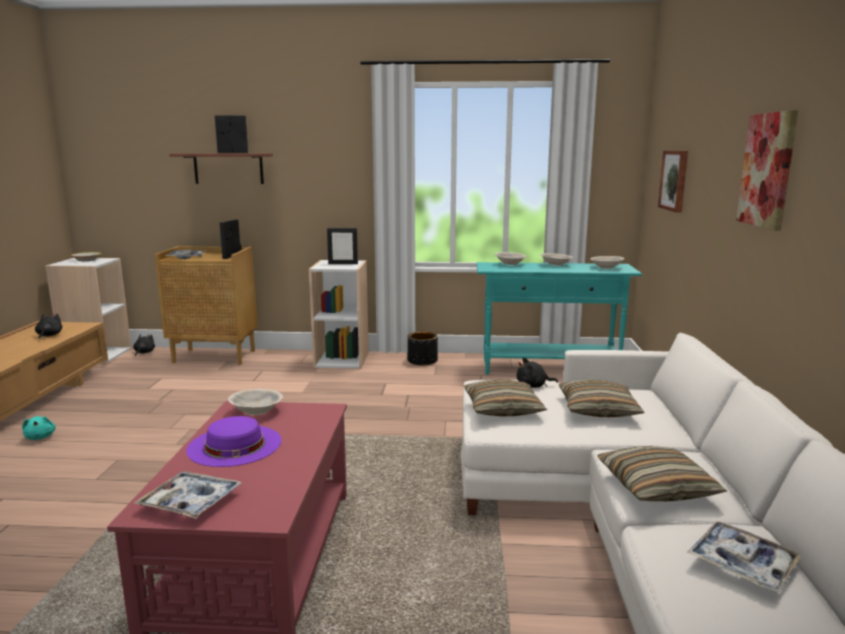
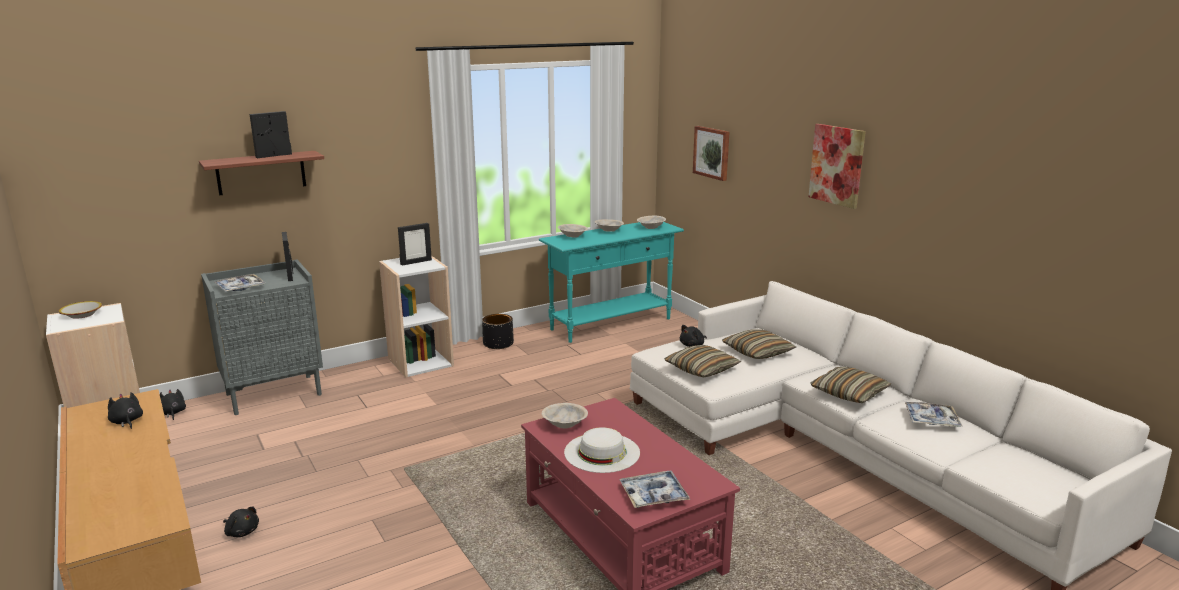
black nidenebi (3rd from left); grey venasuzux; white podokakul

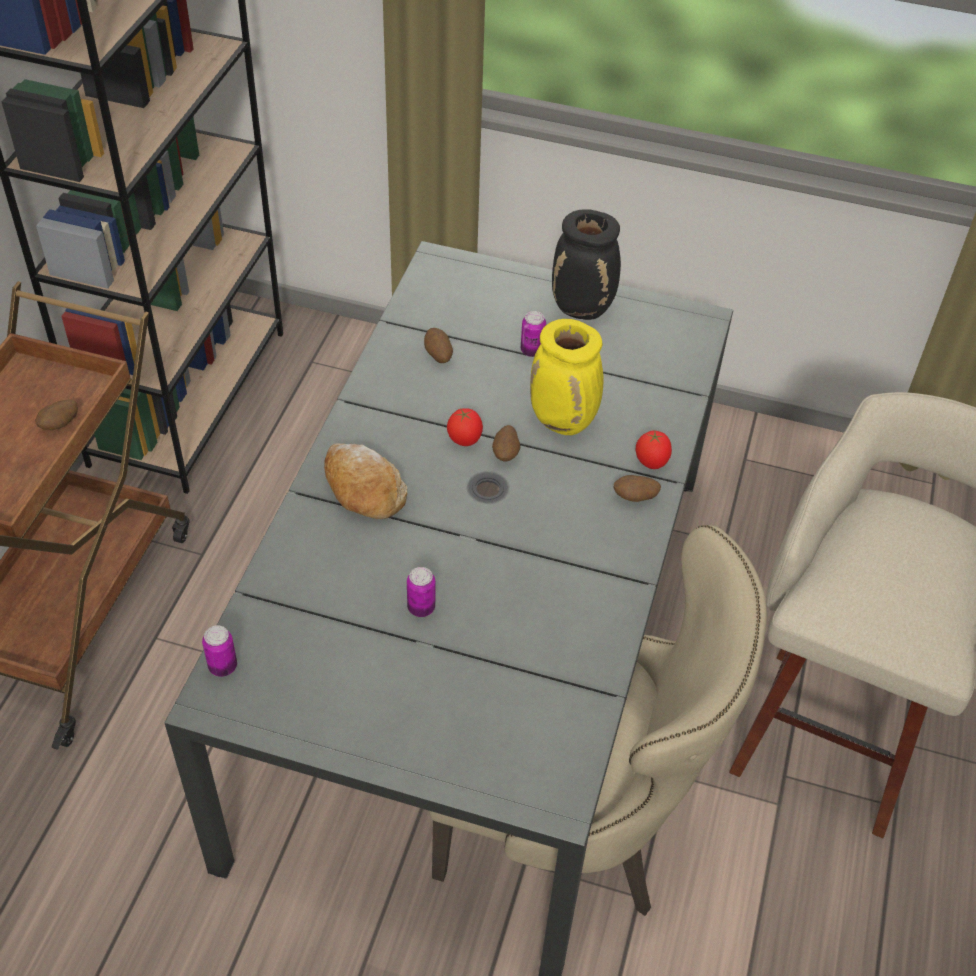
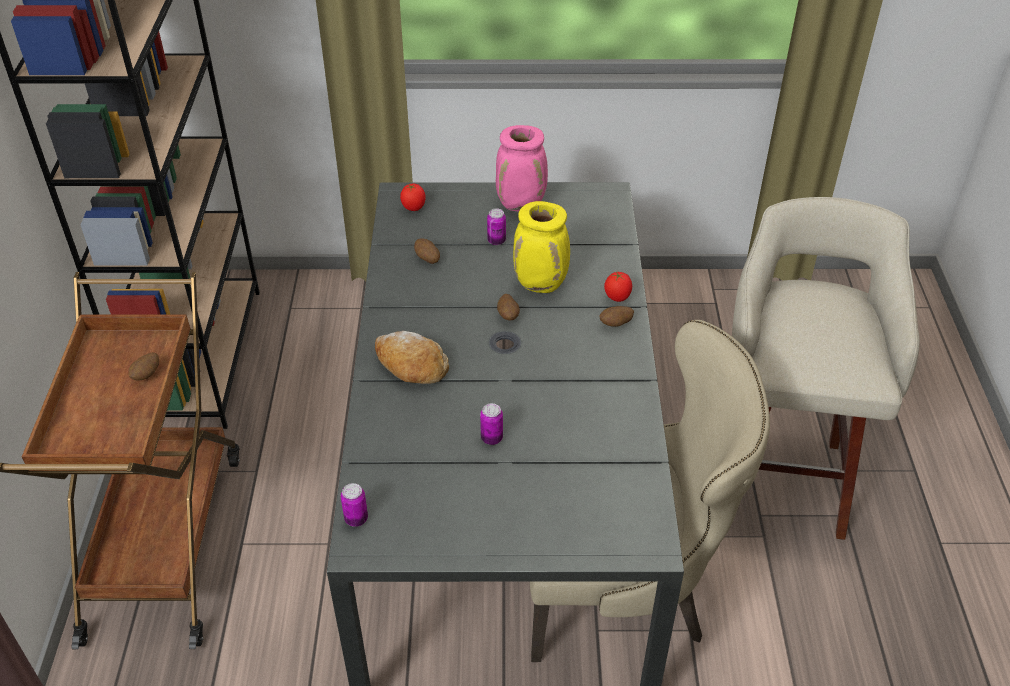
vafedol (1st from left); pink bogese

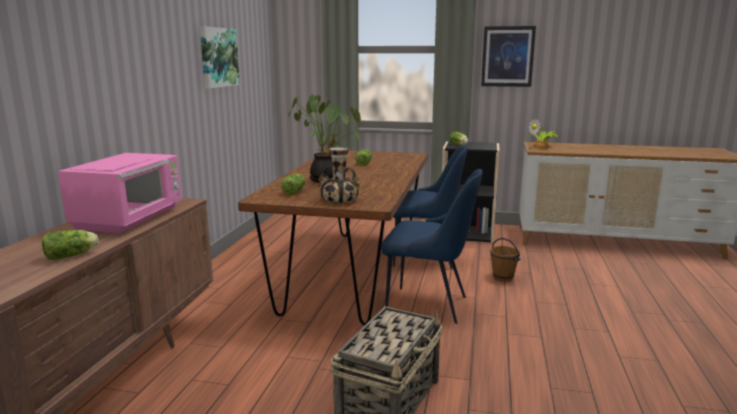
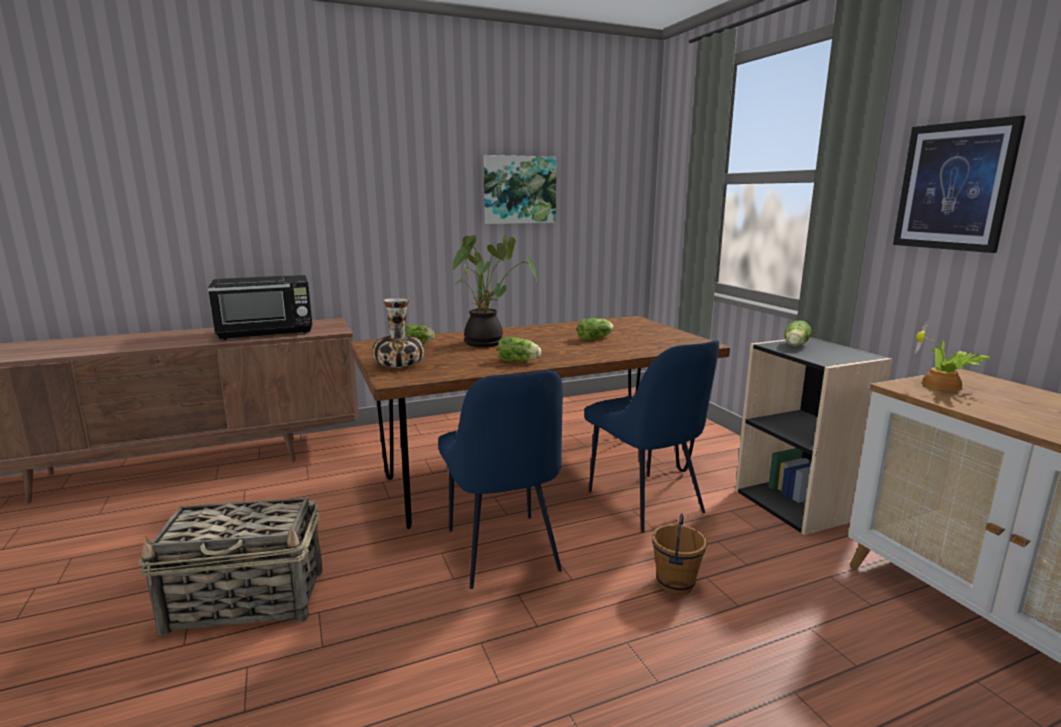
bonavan (2nd from left); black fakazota

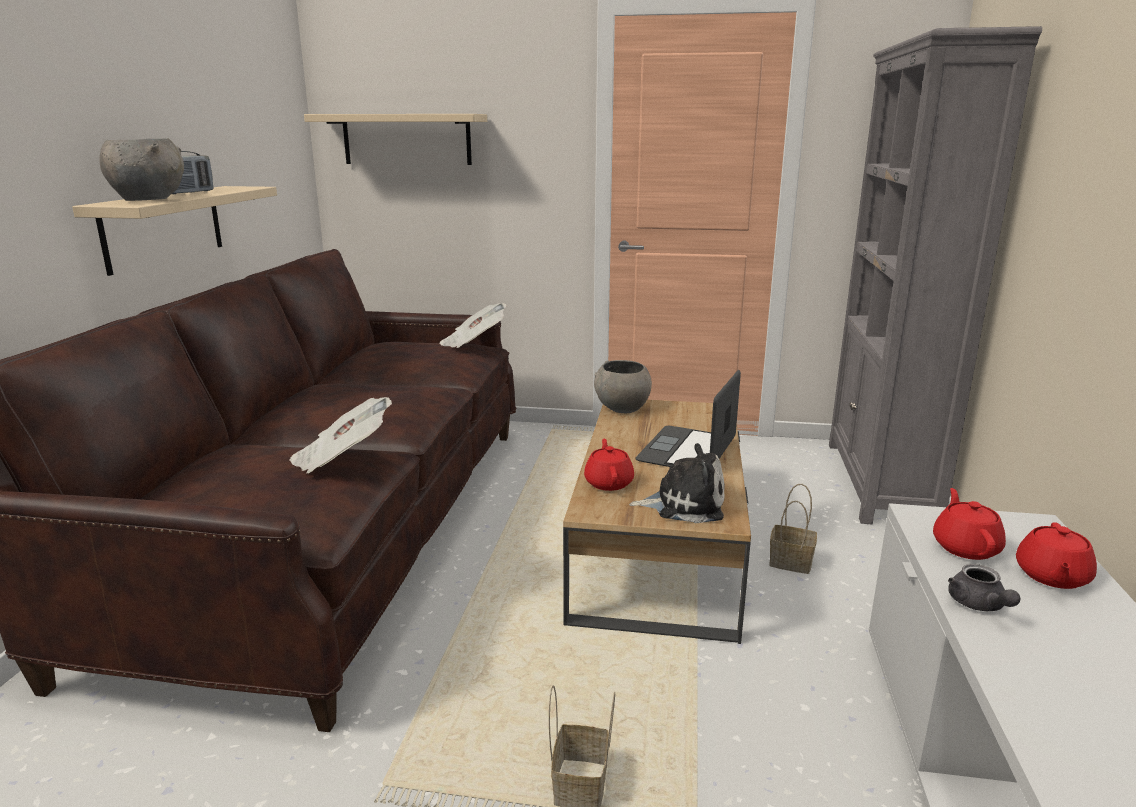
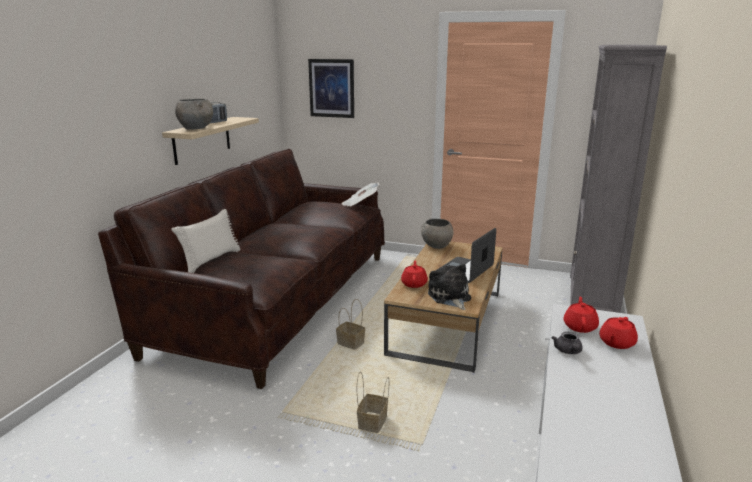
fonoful (1st from left in the first image); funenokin; nidenebi; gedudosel (1st from left); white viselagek

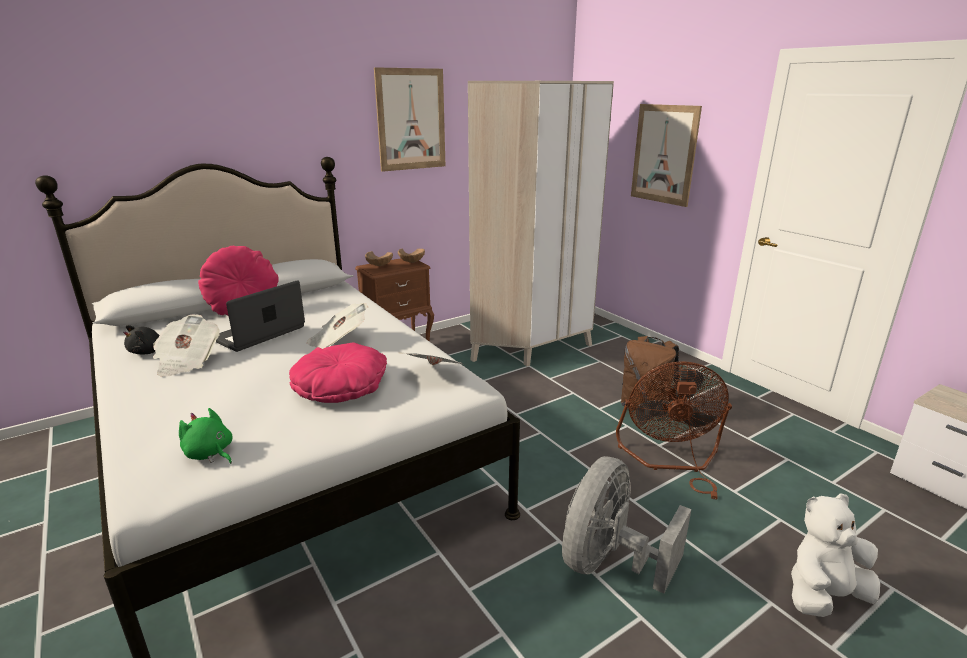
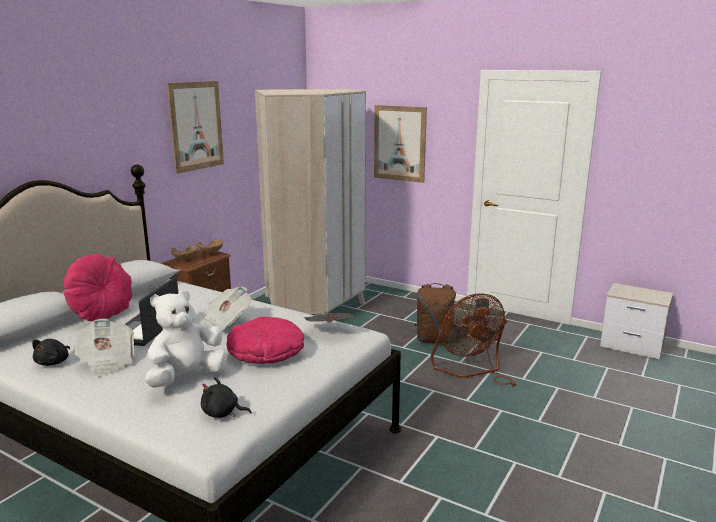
black nidenebi (2nd from left); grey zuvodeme; white nidenebi

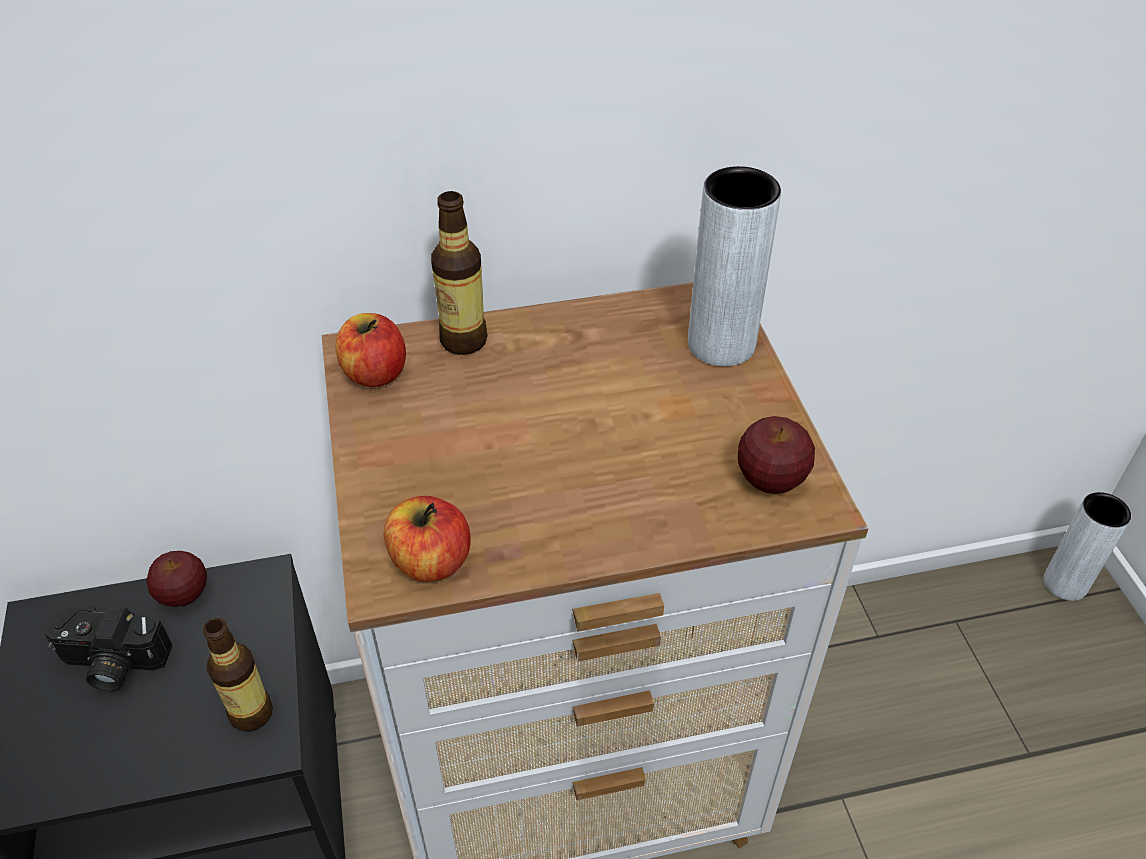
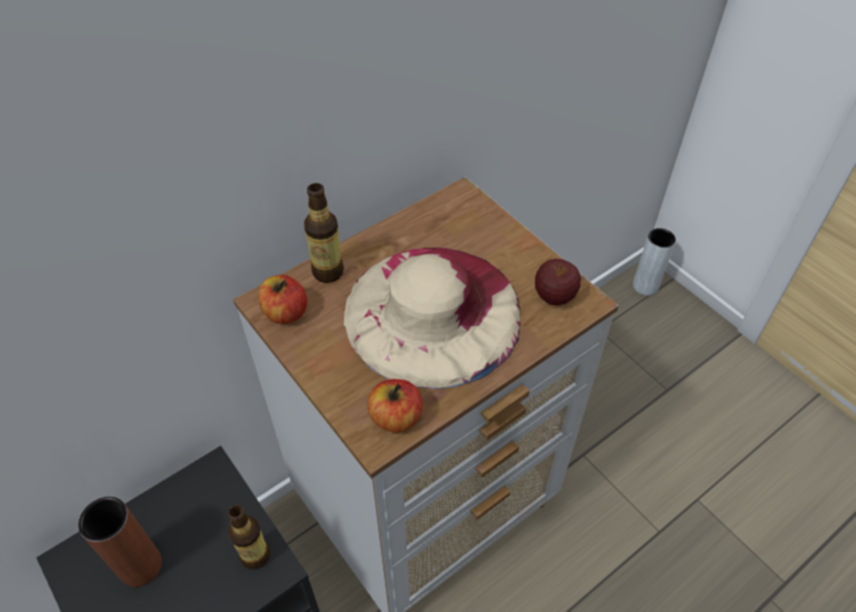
brown bogese; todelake (1st from left in the first image); grey bogese (1st from left in the first image); beige podokakul

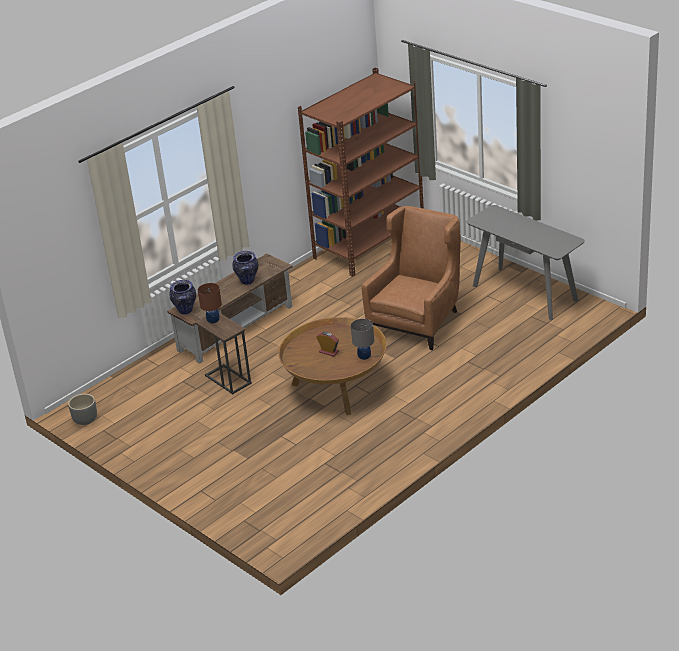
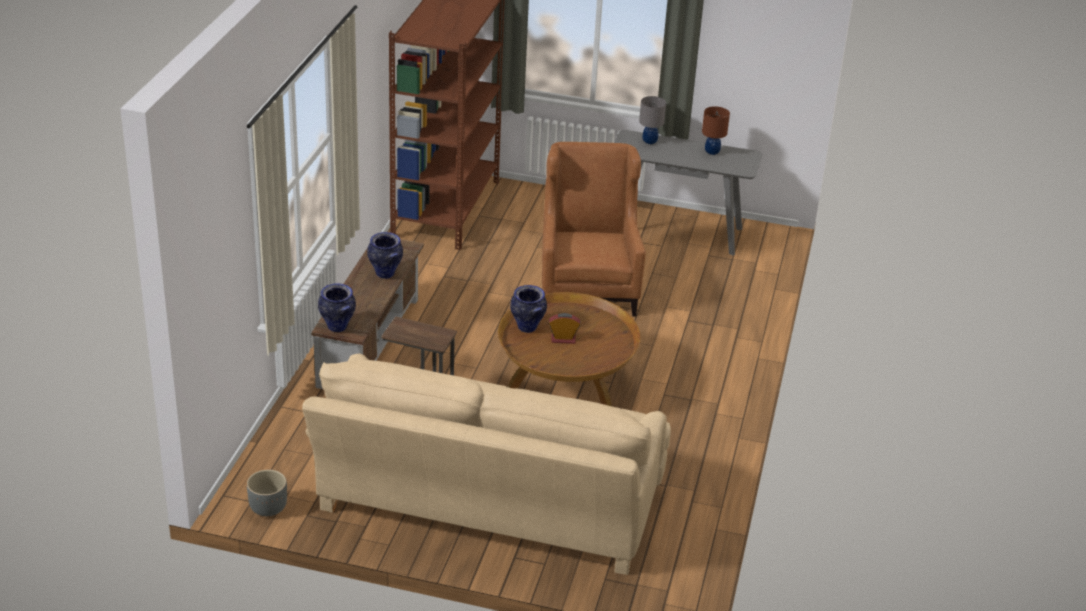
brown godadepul; grey godadepul; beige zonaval; bogese (3rd from left)

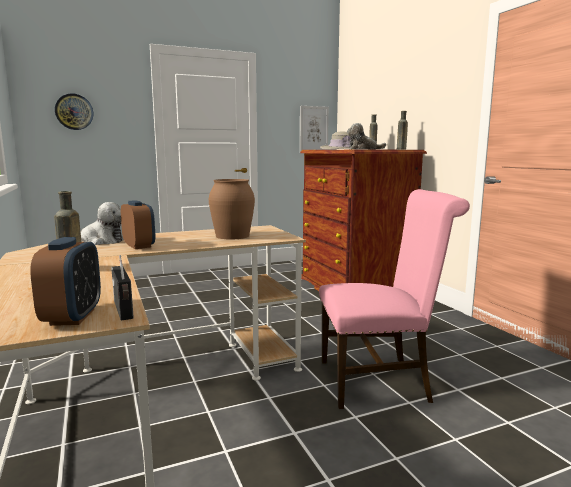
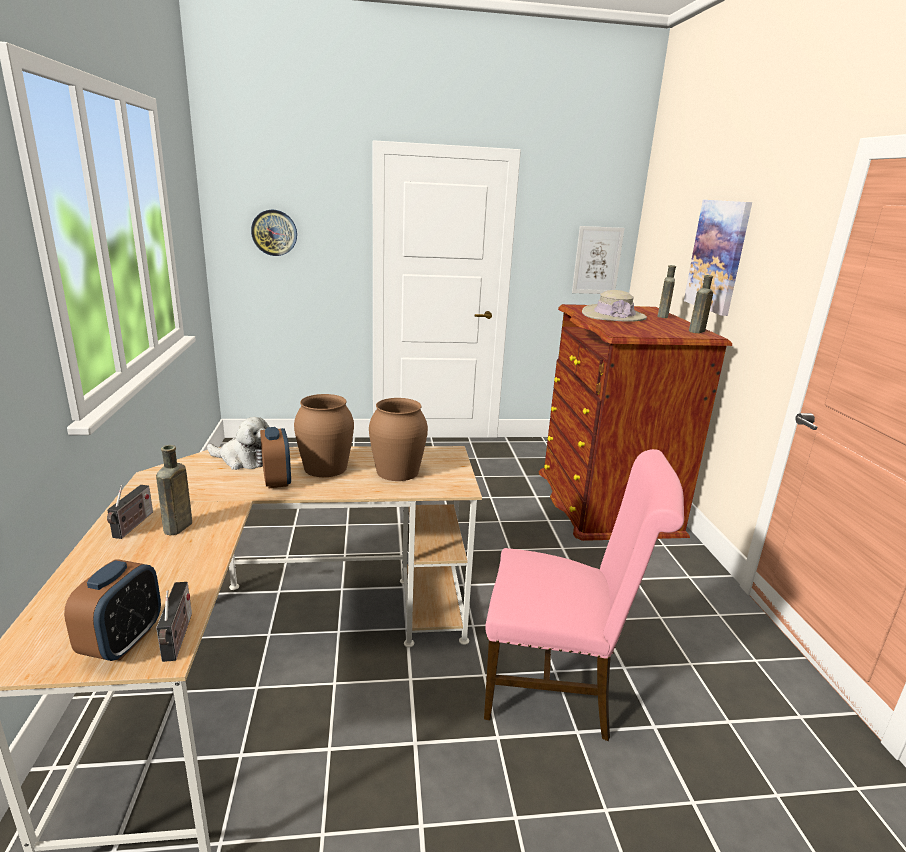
nidenebi (2nd from left in the first image); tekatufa (1st from left); brown bogese (1st from left); funenokin (2nd from left)

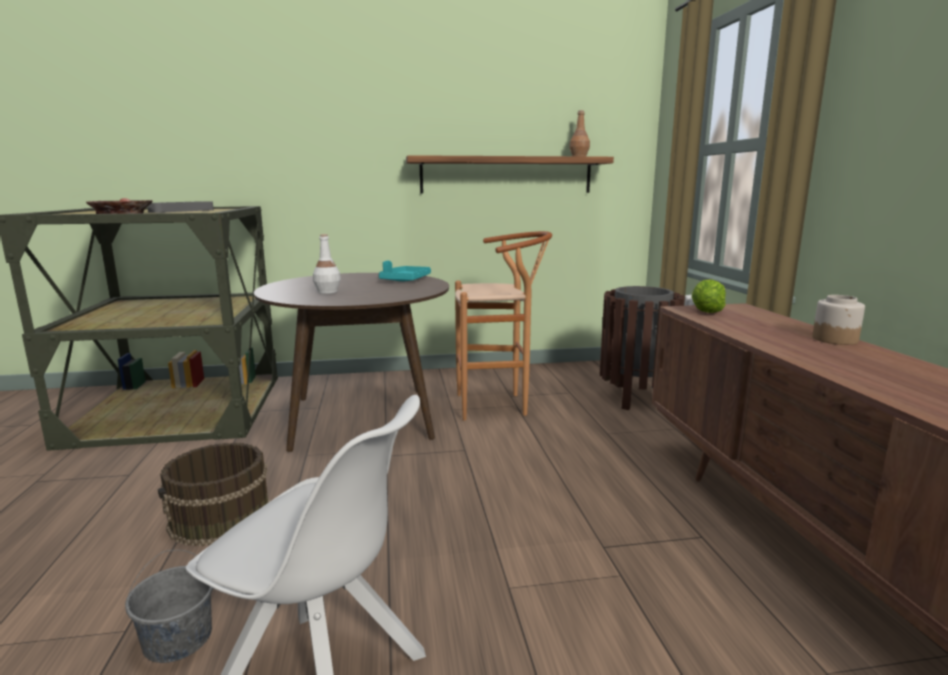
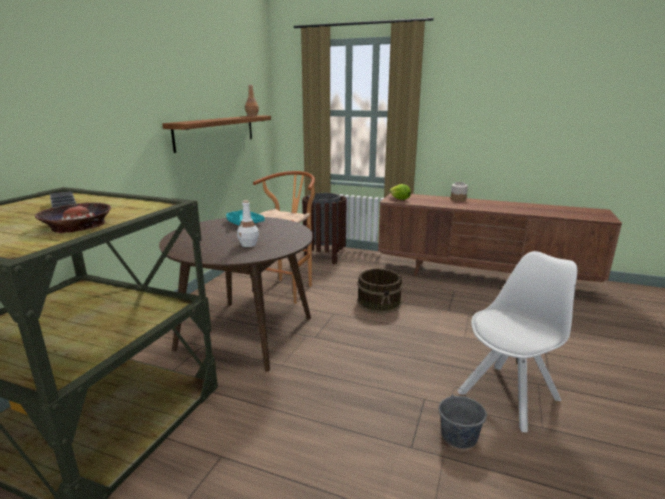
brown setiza

